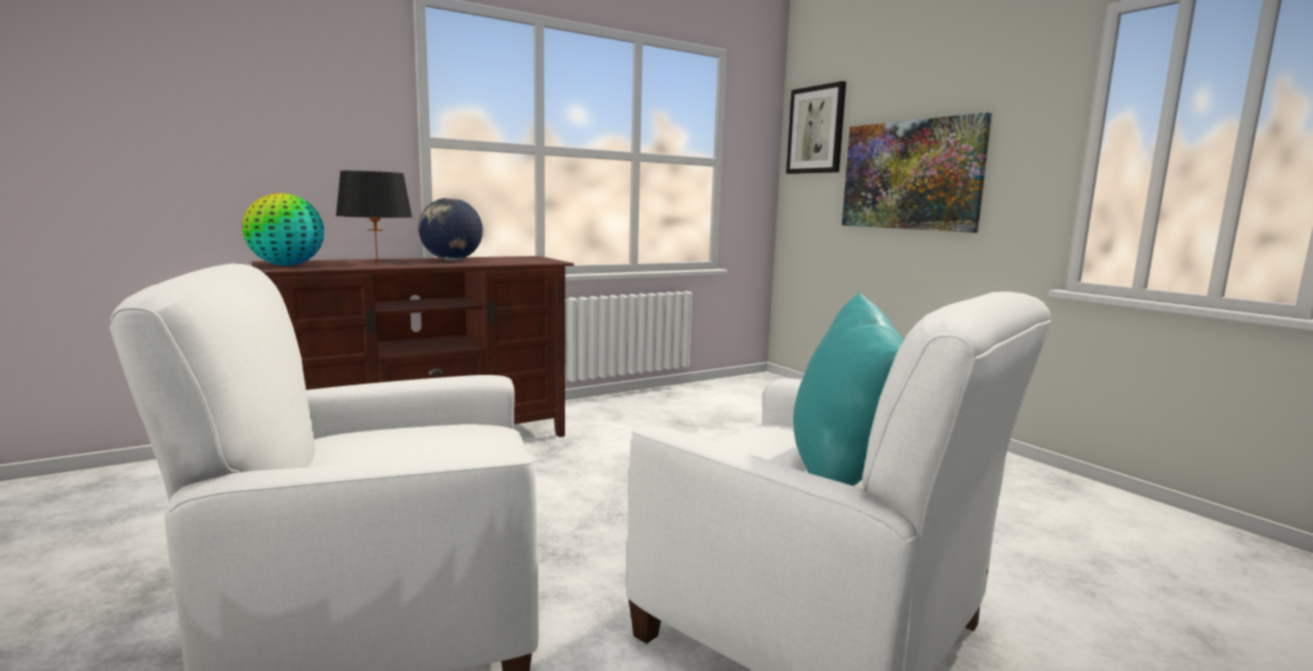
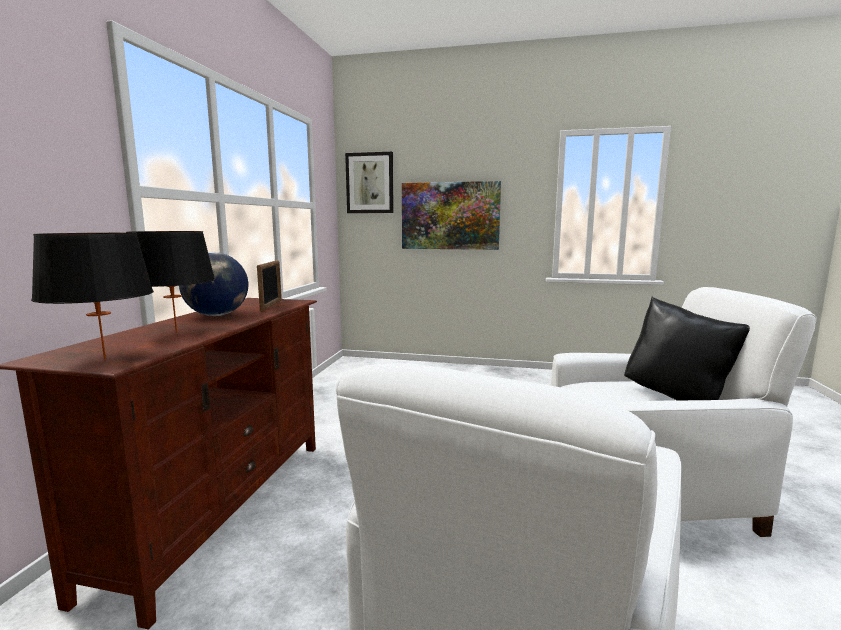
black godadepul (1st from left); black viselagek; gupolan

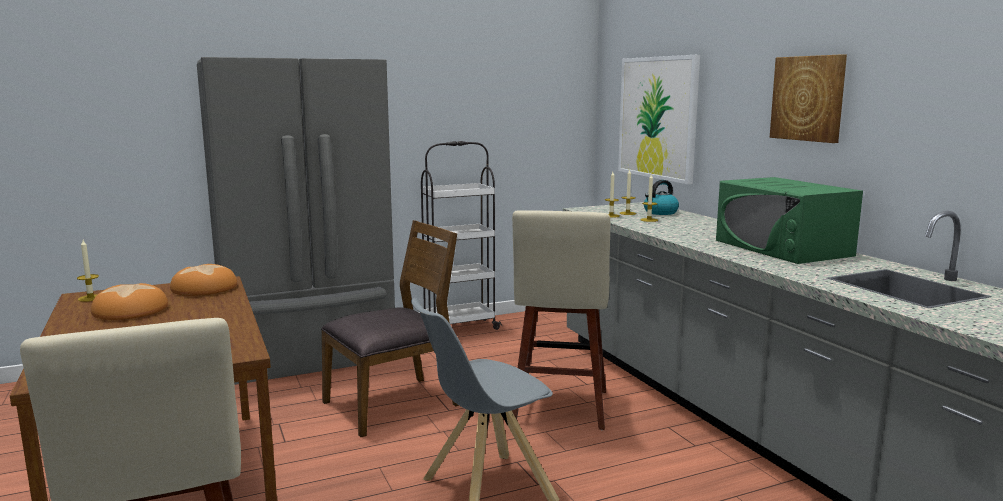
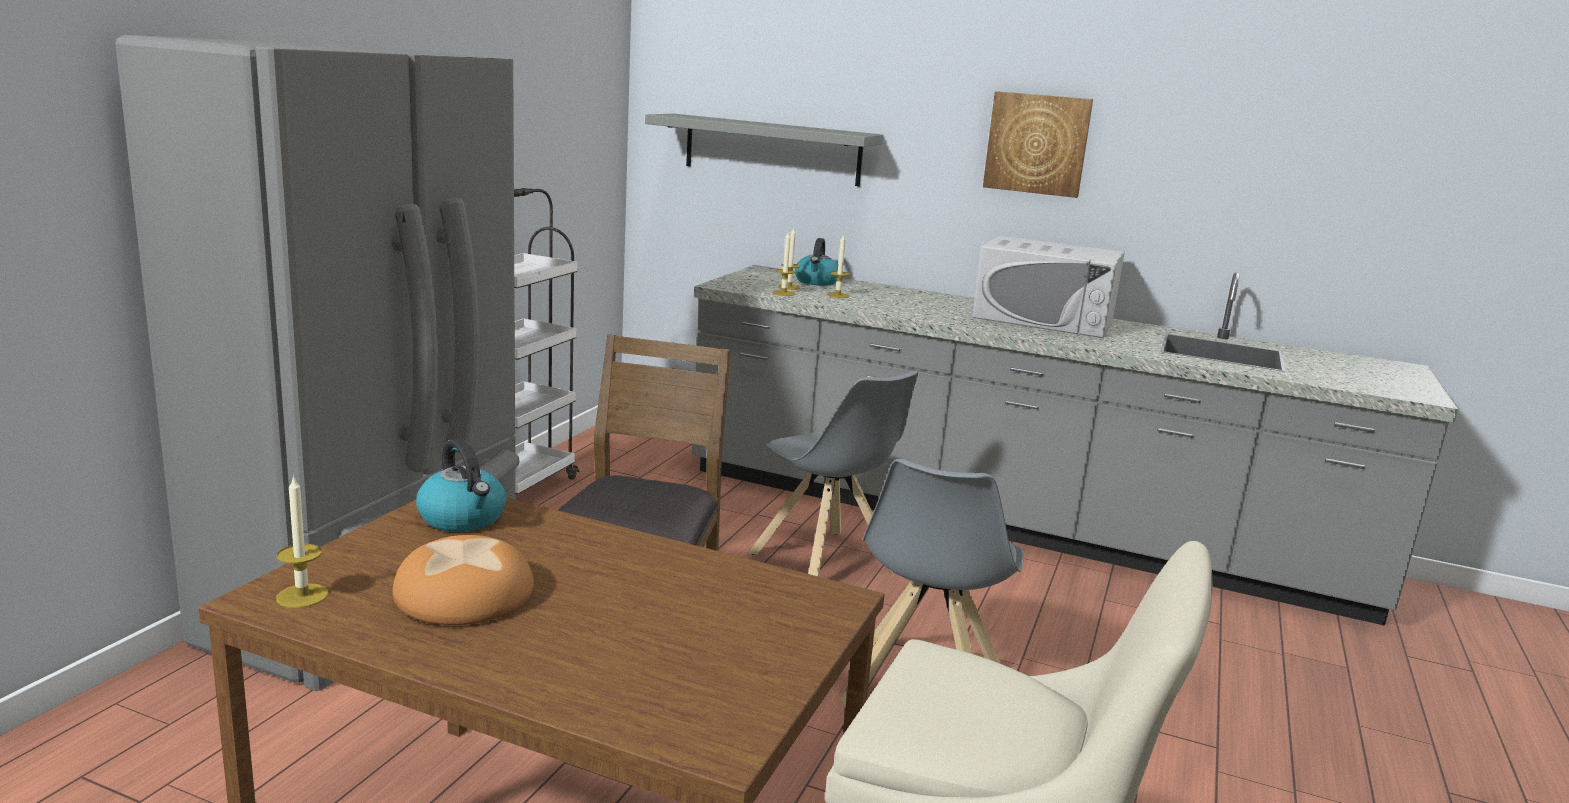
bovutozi (1st from left); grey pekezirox (1st from left); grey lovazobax; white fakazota

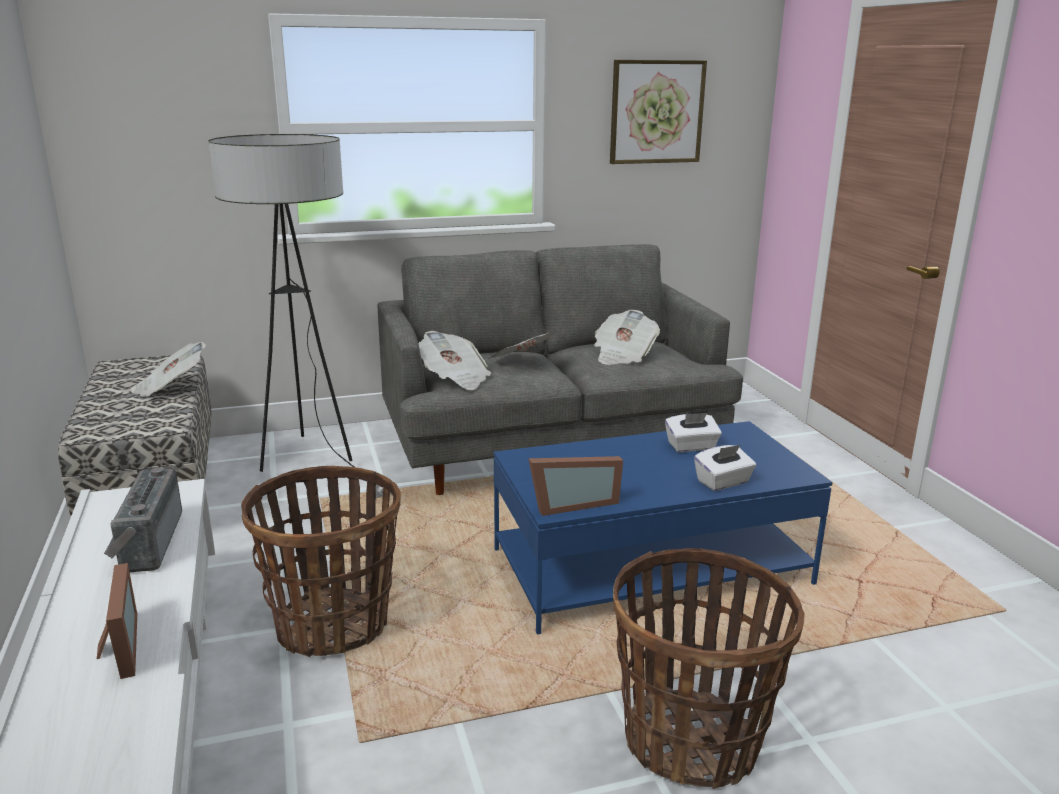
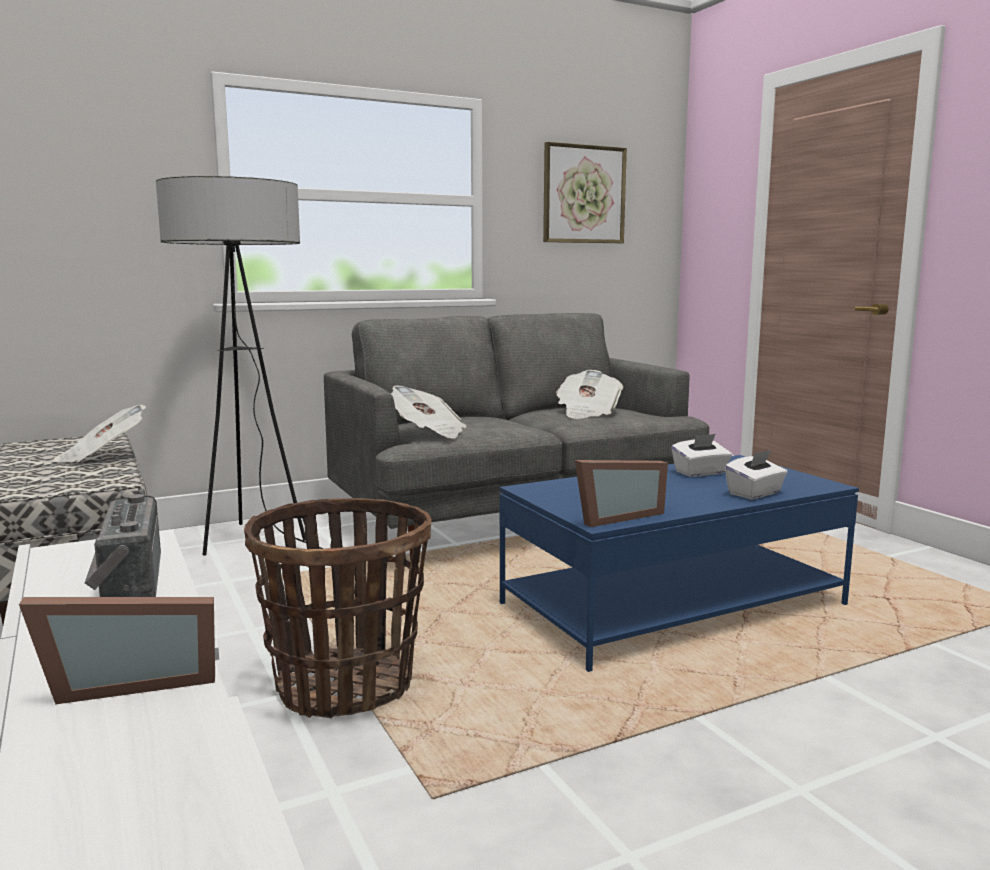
gupolan (1st from left); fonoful (3rd from left in the first image); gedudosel (2nd from left in the first image)

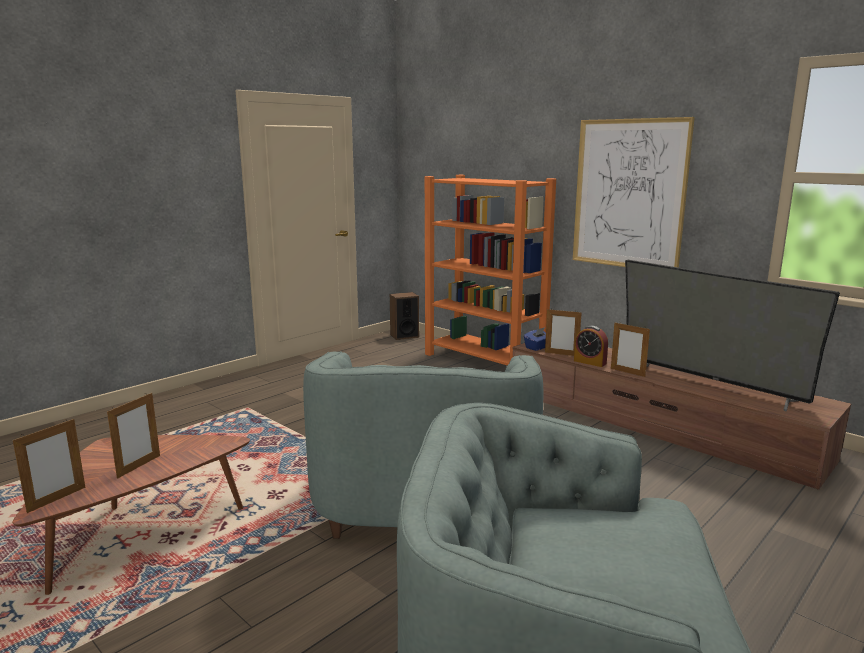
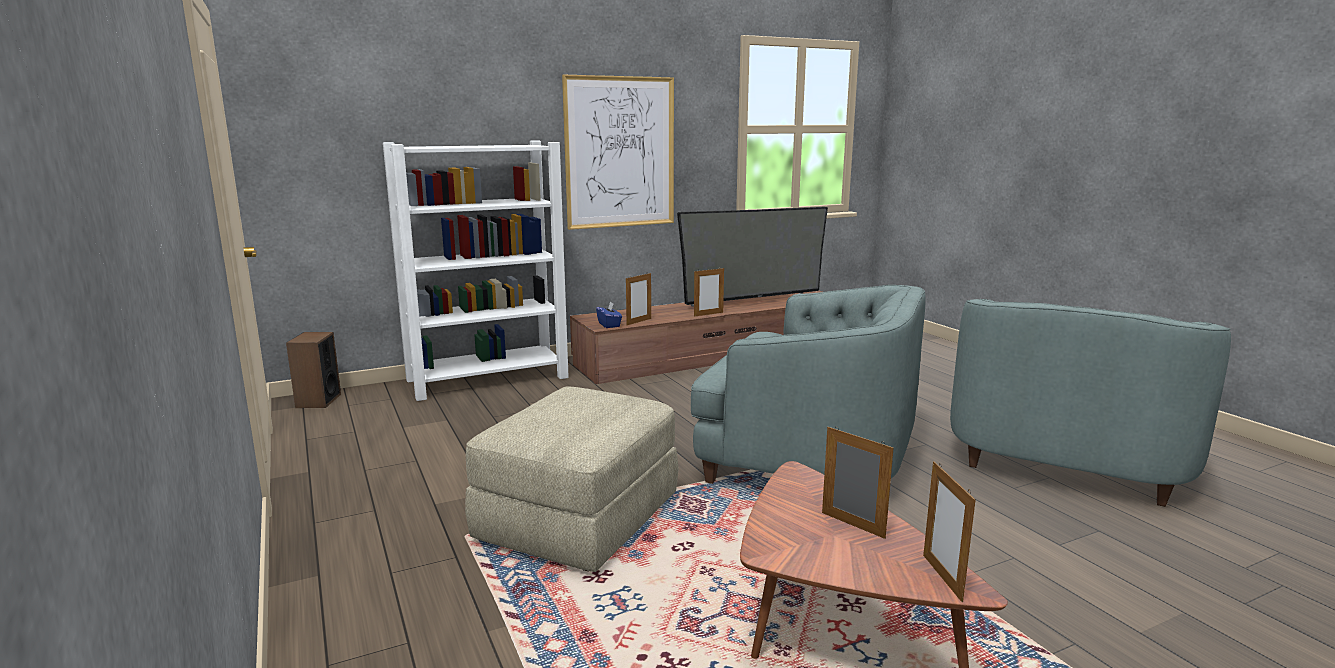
gupolan (4th from left); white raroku; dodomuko; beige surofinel

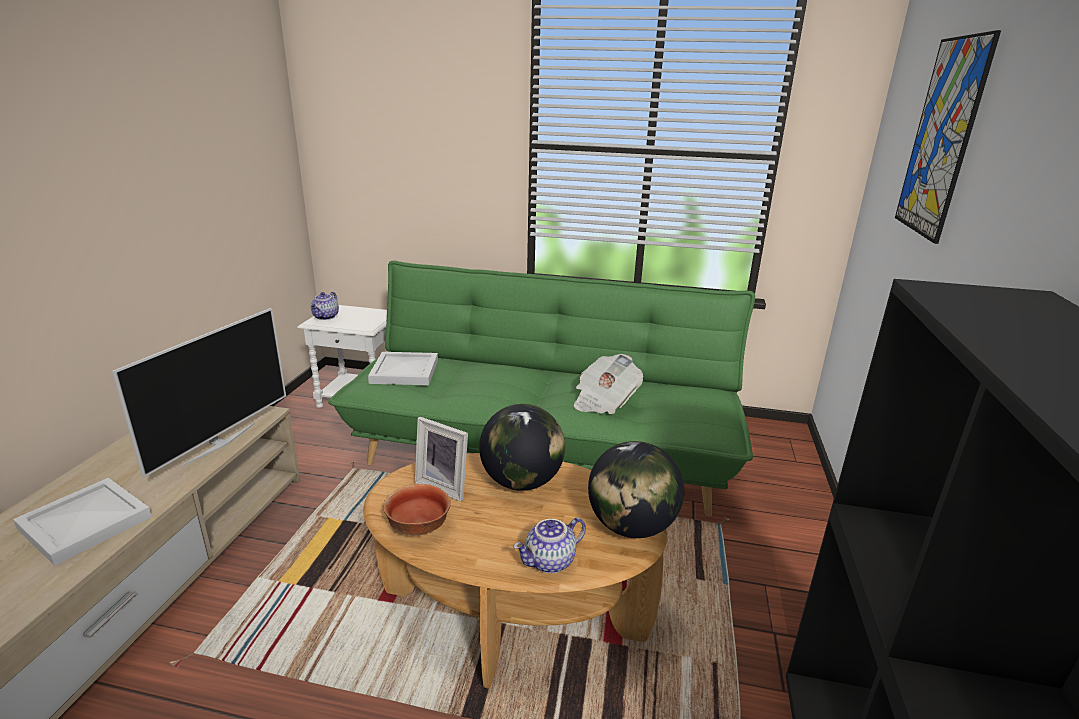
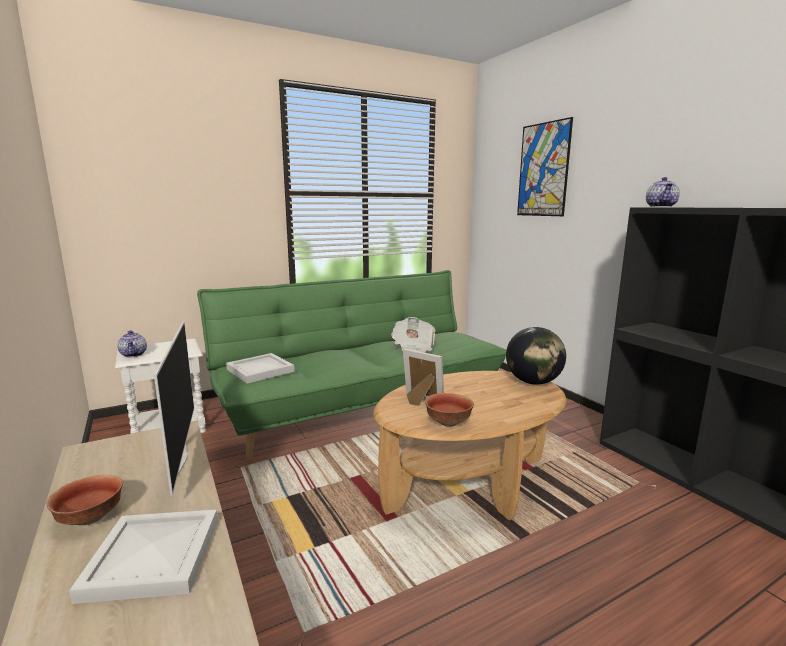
gupolan; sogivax (1st from left in the first image); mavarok (2nd from left); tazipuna (1st from left)

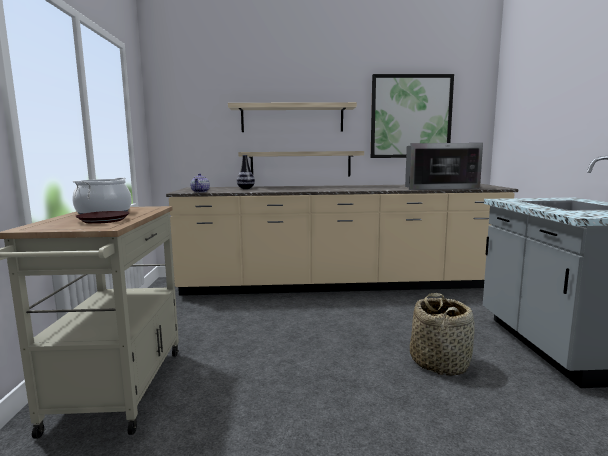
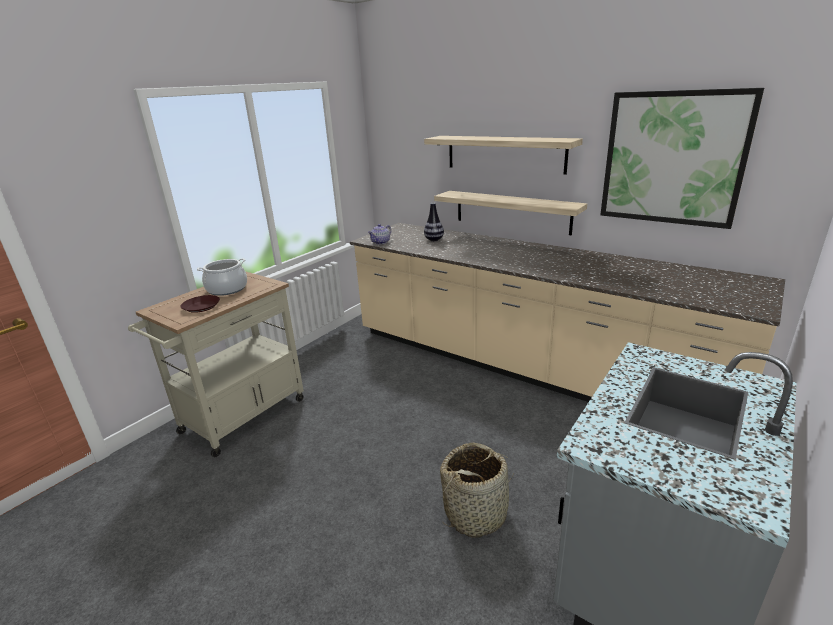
fakazota

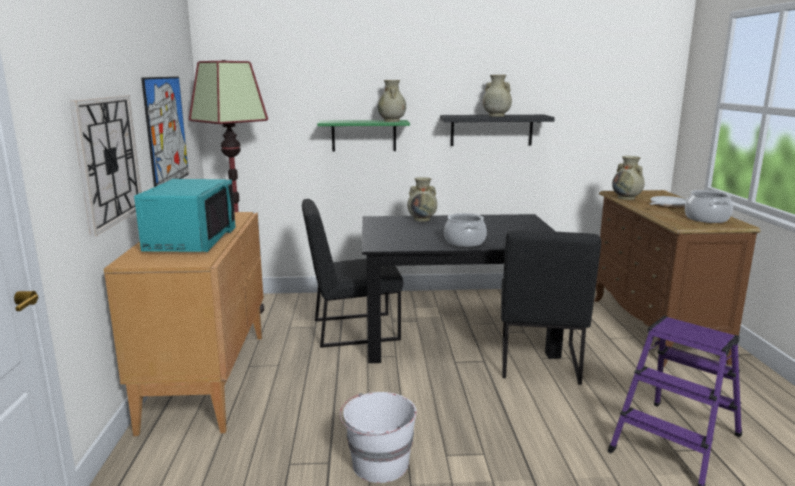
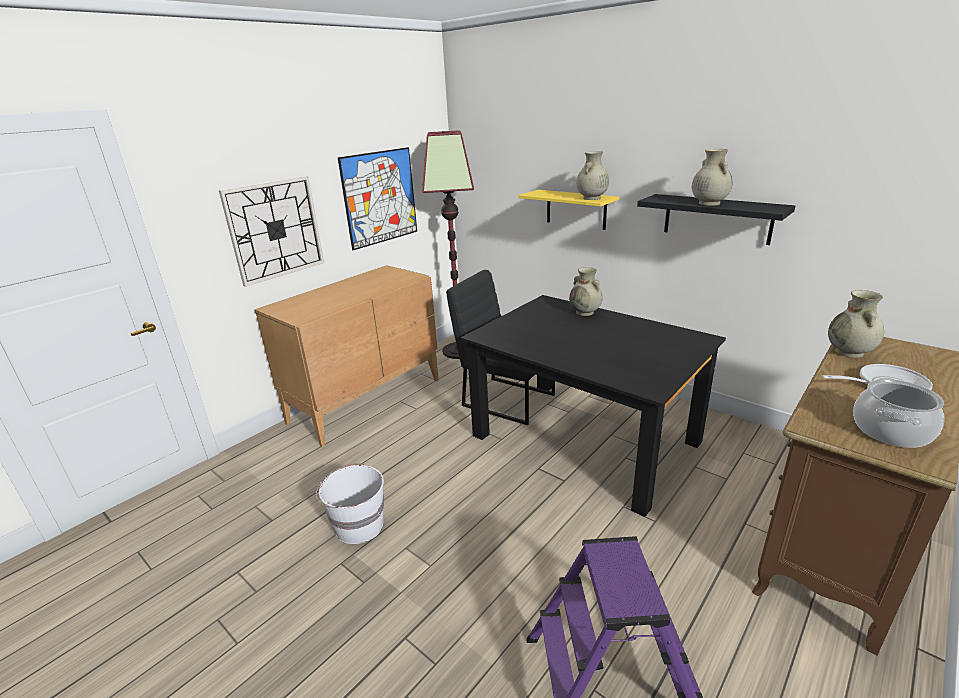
turquoise fakazota; yellow lovazobax; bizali (1st from left in the first image); black pekezirox (2nd from left in the first image)

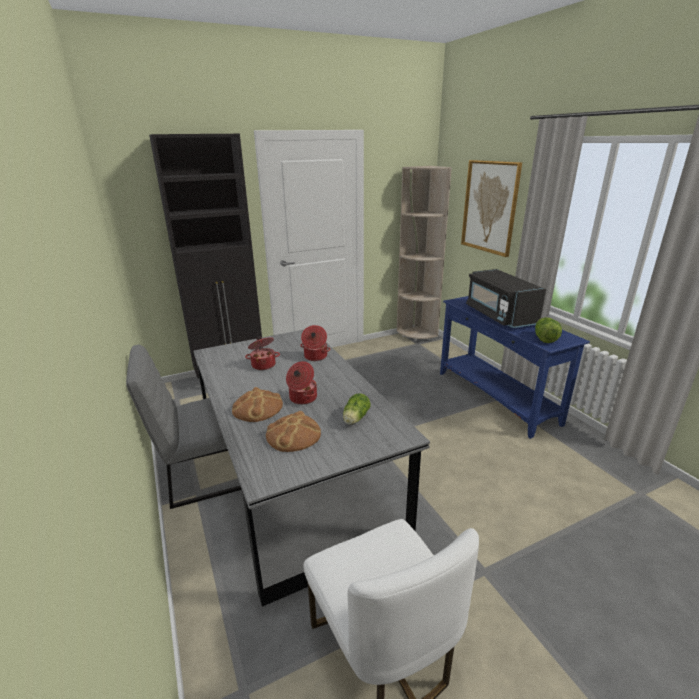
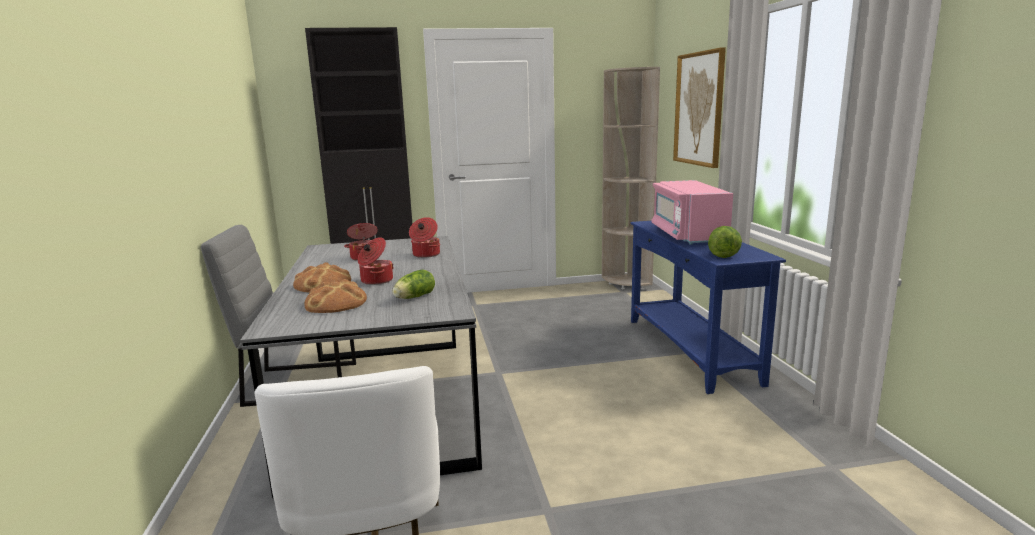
pink fakazota

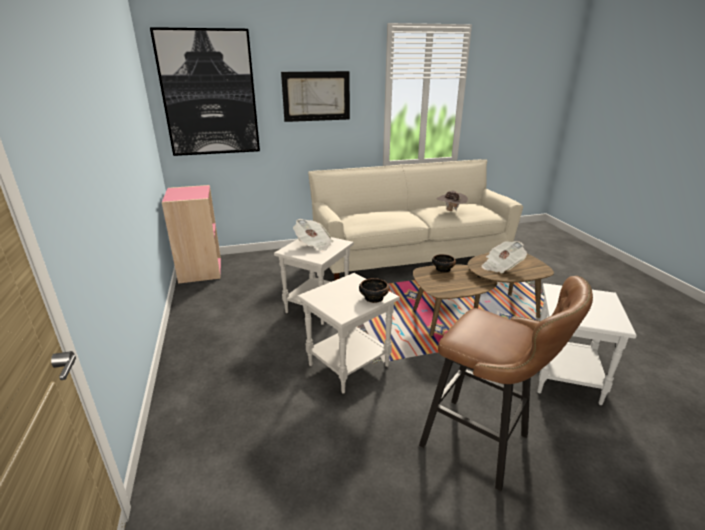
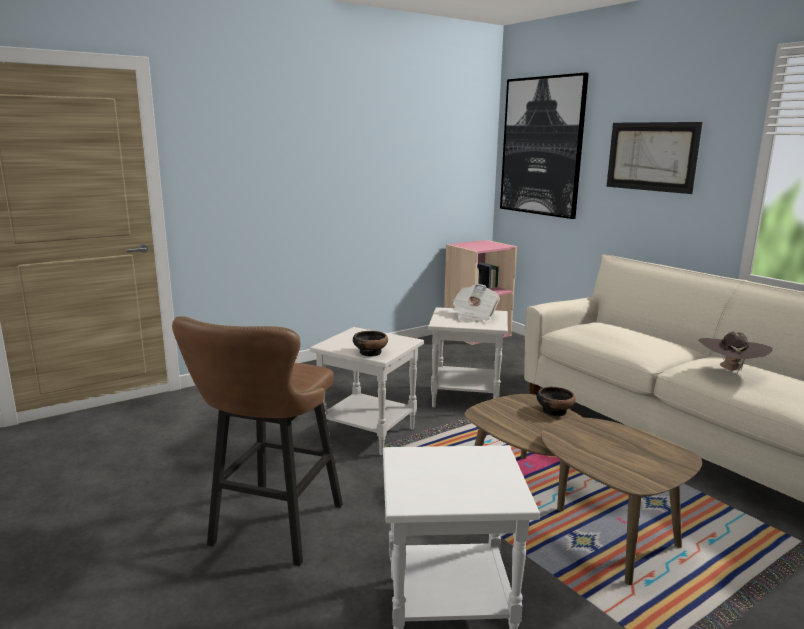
fonoful (2nd from left in the first image)

